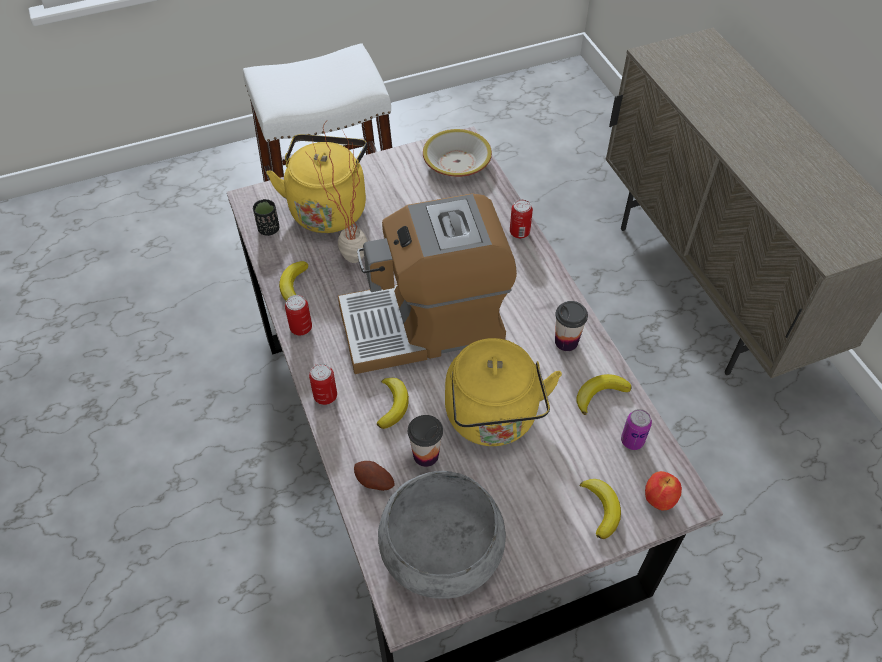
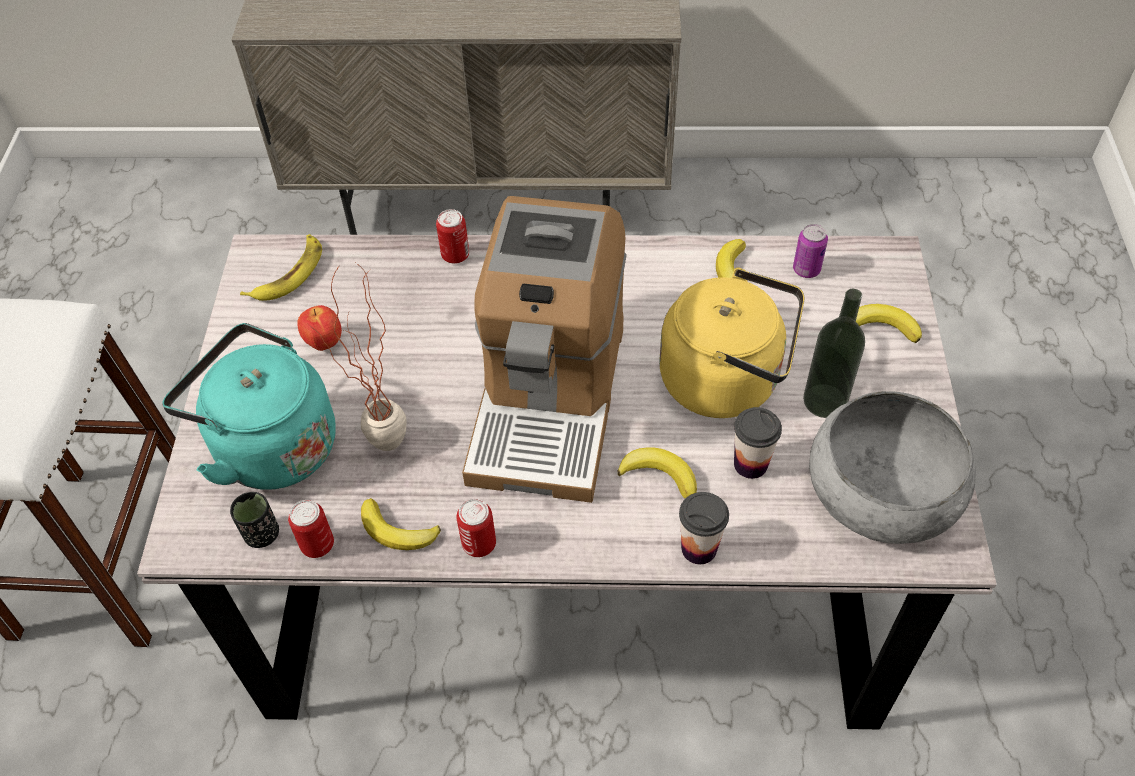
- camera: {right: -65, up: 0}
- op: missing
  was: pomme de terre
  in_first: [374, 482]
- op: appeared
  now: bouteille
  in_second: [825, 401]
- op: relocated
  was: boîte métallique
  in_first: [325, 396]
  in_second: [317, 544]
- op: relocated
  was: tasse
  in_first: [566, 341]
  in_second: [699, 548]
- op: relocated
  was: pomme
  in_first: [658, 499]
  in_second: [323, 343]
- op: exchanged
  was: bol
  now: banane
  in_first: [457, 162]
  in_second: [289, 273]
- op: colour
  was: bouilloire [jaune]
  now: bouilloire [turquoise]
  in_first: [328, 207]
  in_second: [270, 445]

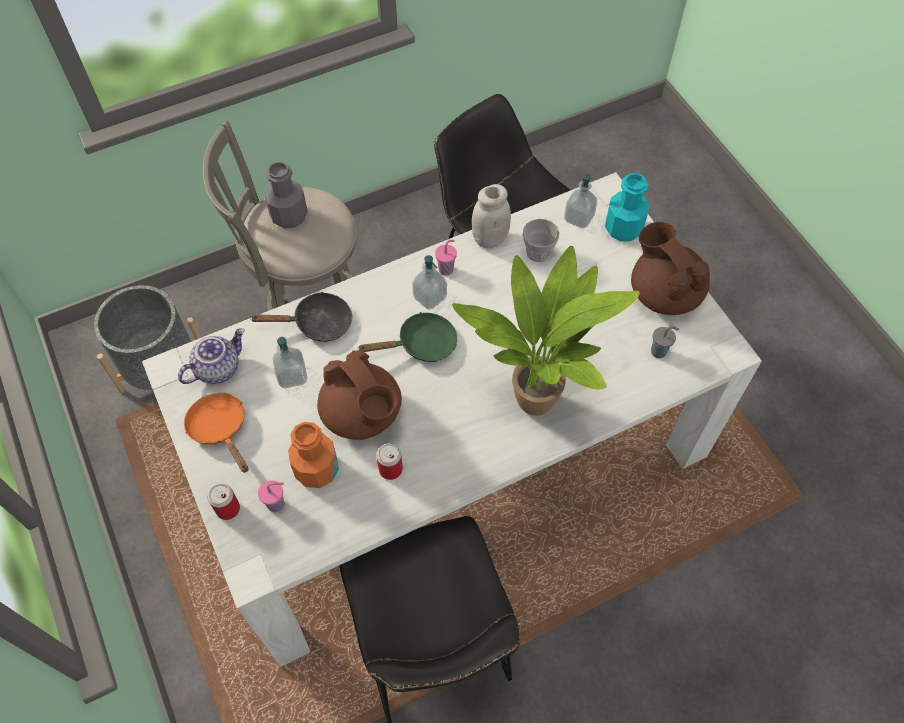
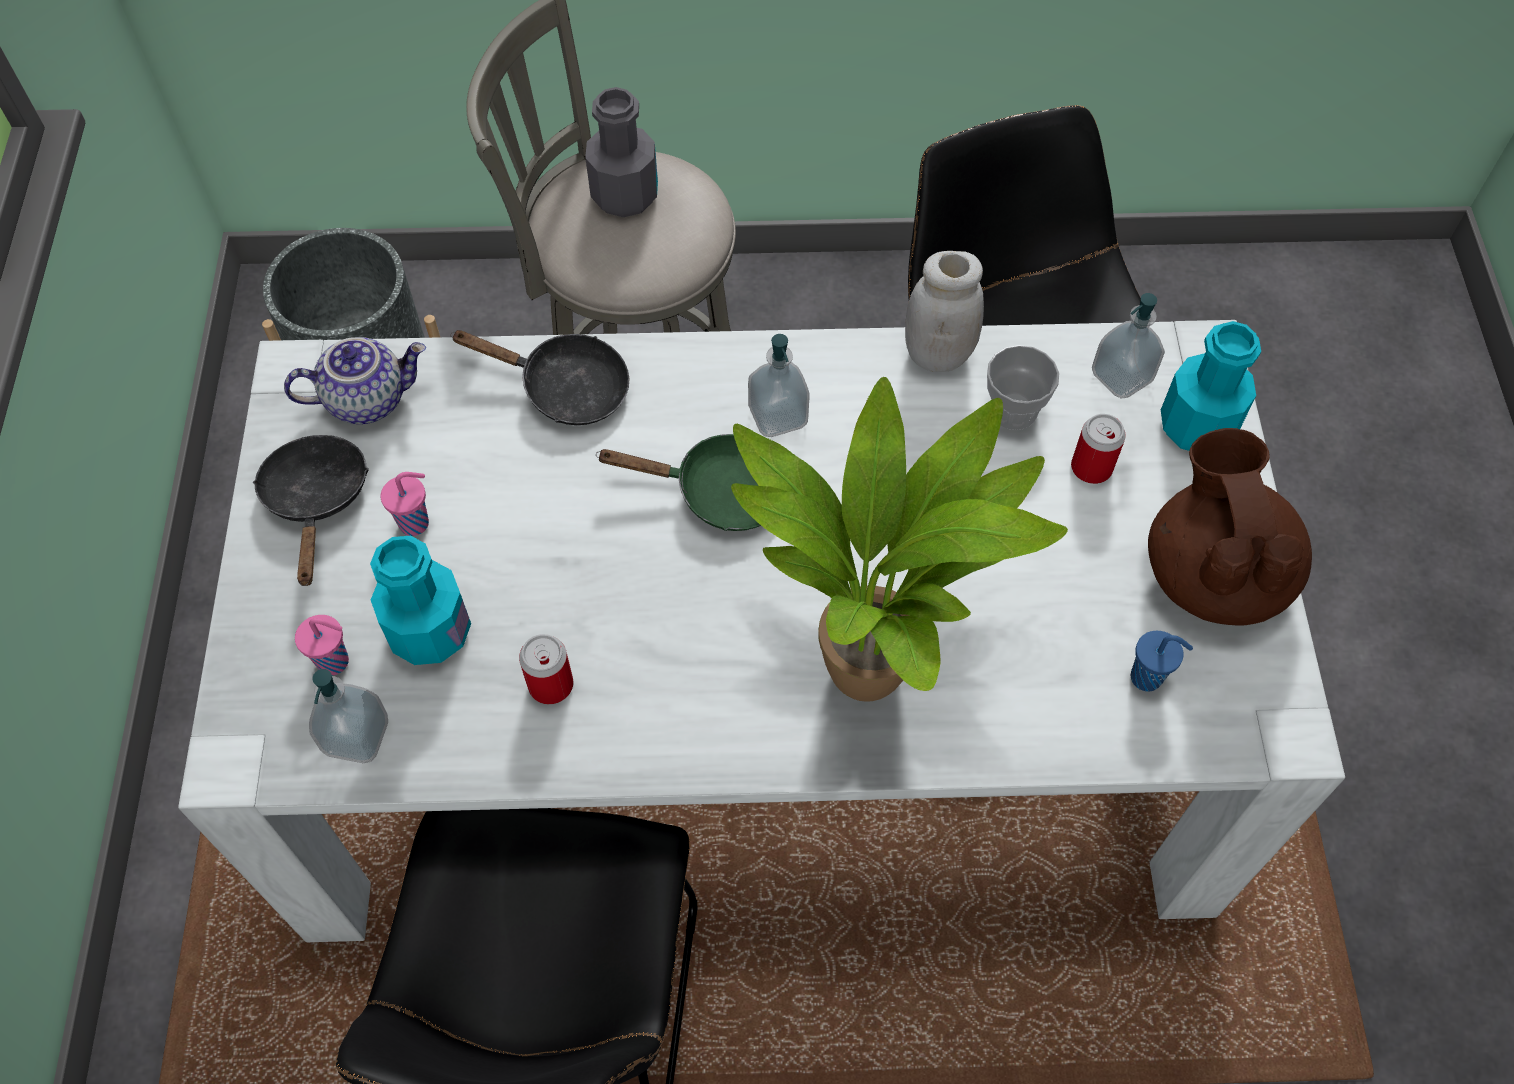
- camera: {right: 25, up: 0}
- op: missing
  was: théière [marron]
  in_first: [363, 415]
- op: relocated
  was: boîte métallique
  in_first: [228, 508]
  in_second: [1091, 467]
- op: relocated
  was: distributeur de savon
  in_first: [292, 376]
  in_second: [356, 736]
- op: relocated
  was: tasse [rose]
  in_first: [446, 269]
  in_second: [416, 523]
- op: colour
  was: poêle [orange]
  now: poêle [noir]
  in_first: [220, 429]
  in_second: [317, 500]
- op: colour
  was: bouteille [orange]
  now: bouteille [turquoise]
  in_first: [316, 469]
  in_second: [430, 632]
- op: colour
  was: tasse [gris]
  now: tasse [bleu]
  in_first: [659, 351]
  in_second: [1148, 678]

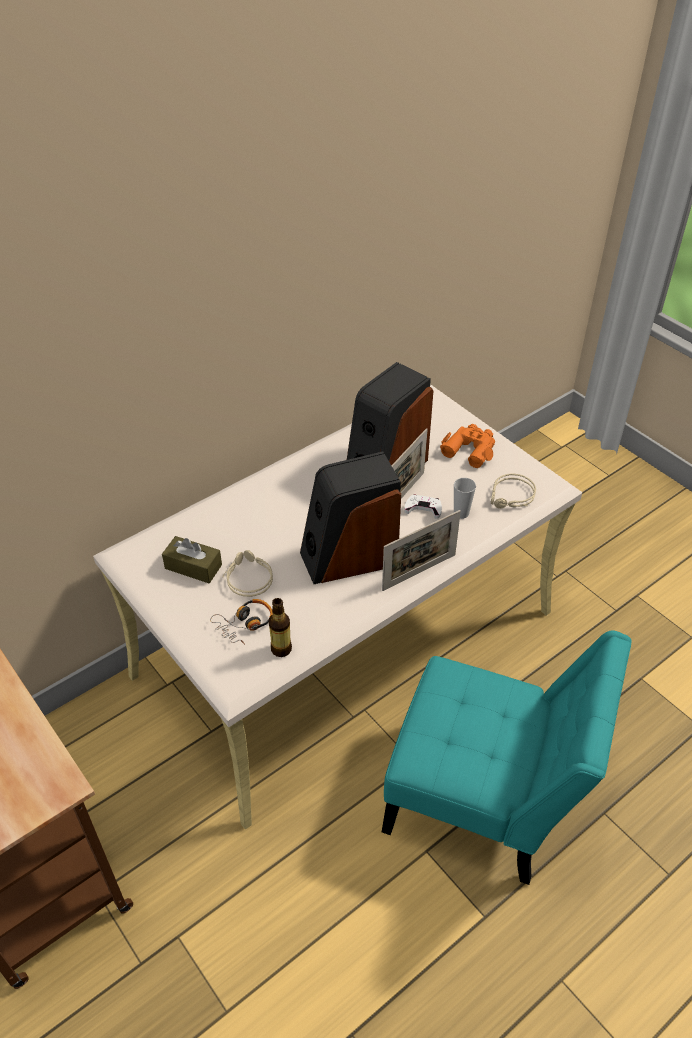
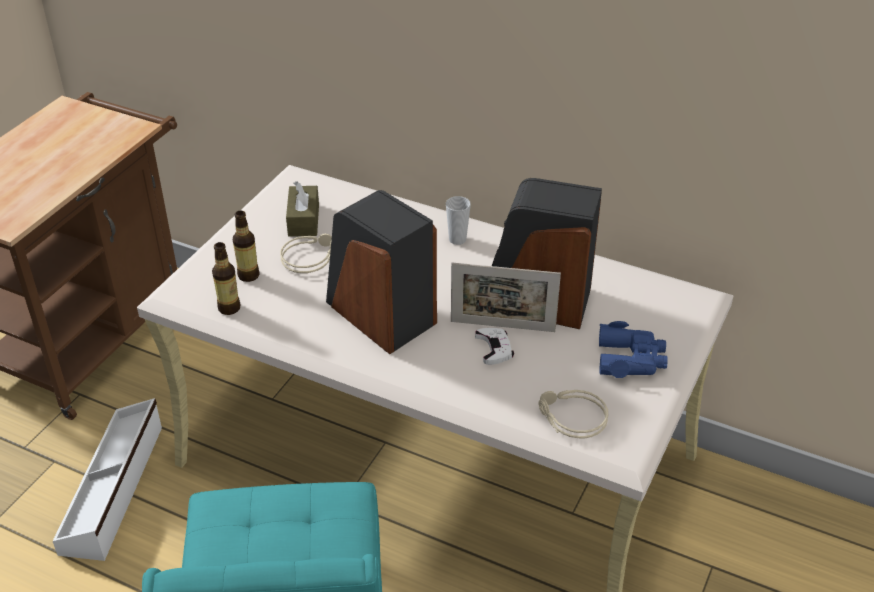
- camera: {right: 65, up: -5}
- op: missing
  was: cadre photo
  in_first: [419, 572]
- op: appeared
  now: boîte de rangement [blanc]
  in_second: [115, 488]
- op: relocated
  was: tasse
  in_first: [461, 513]
  in_second: [457, 239]
- op: exchanged
  was: casque audio
  now: bouteille
  in_first: [245, 624]
  in_second: [248, 275]
- op: colour
  was: jumelles [orange]
  now: jumelles [bleu]
  in_first: [470, 449]
  in_second: [630, 359]

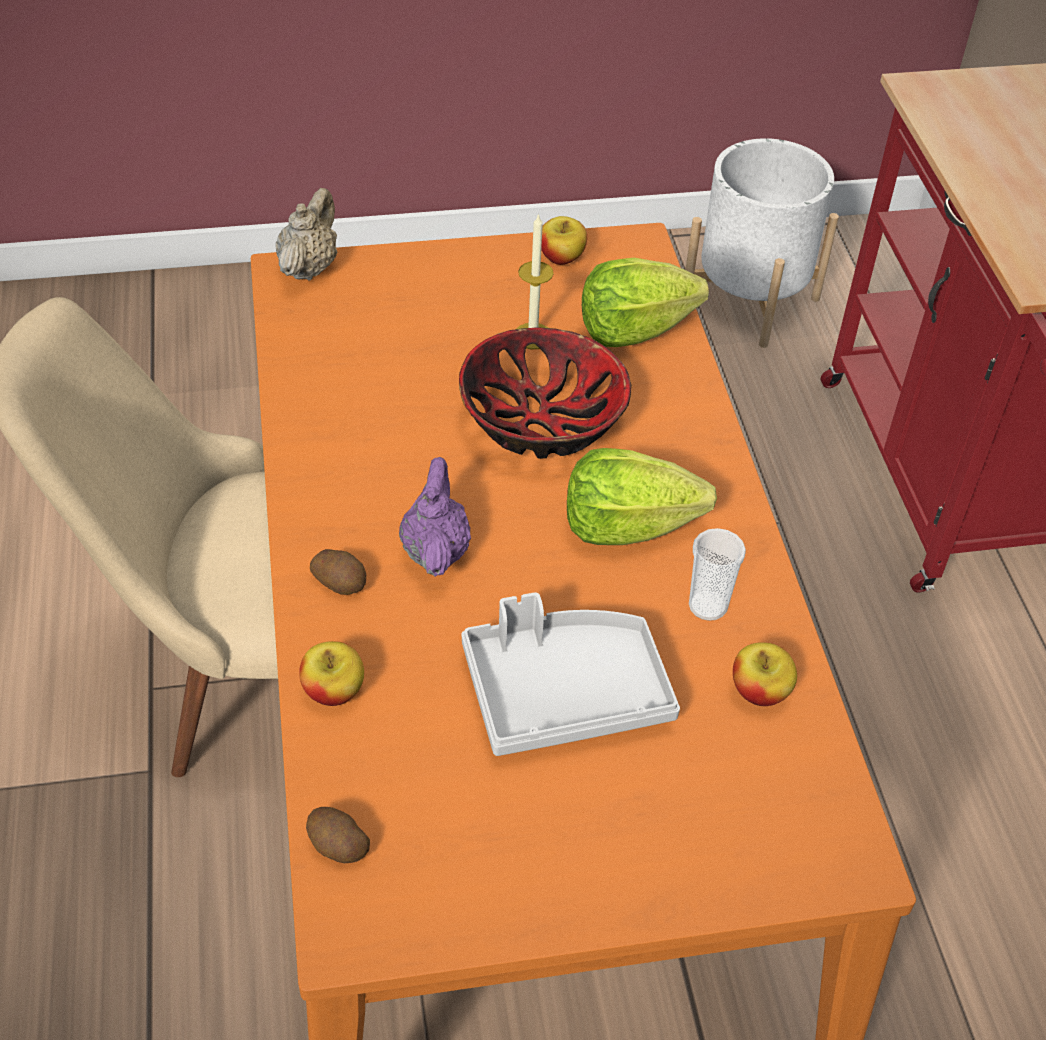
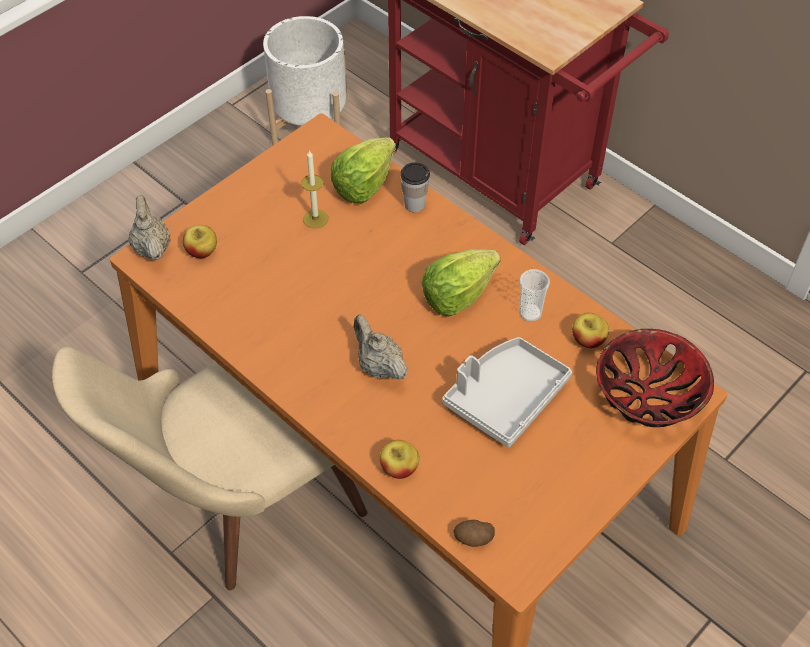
- camera: {right: -35, up: 5}
- op: missing
  was: pomme de terre
  in_first: [340, 582]
- op: appeared
  now: tasse
  in_second: [414, 204]
- op: relocated
  was: bol
  in_first: [543, 421]
  in_second: [648, 394]
- op: relocated
  was: pomme
  in_first: [561, 257]
  in_second: [202, 251]
- op: colour
  was: théière [violet]
  now: théière [beige]
  in_first: [435, 550]
  in_second: [378, 366]

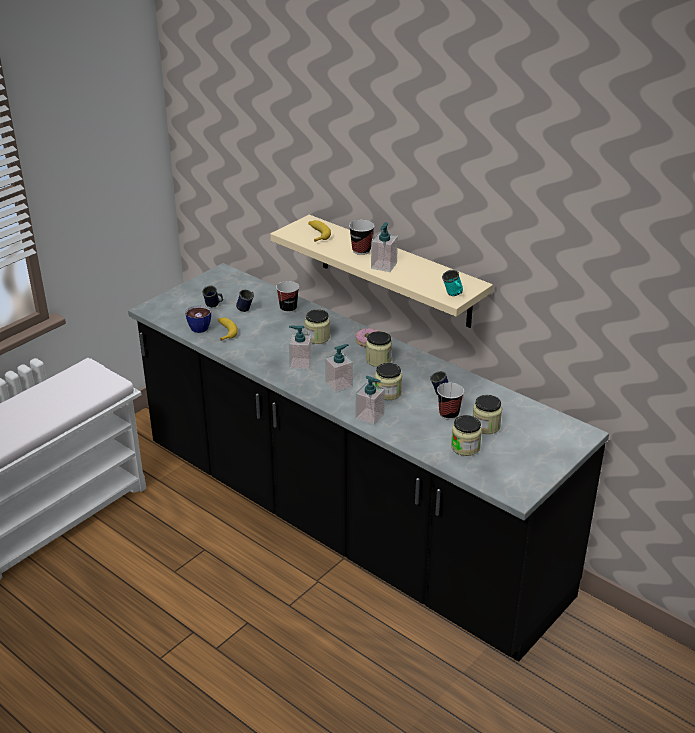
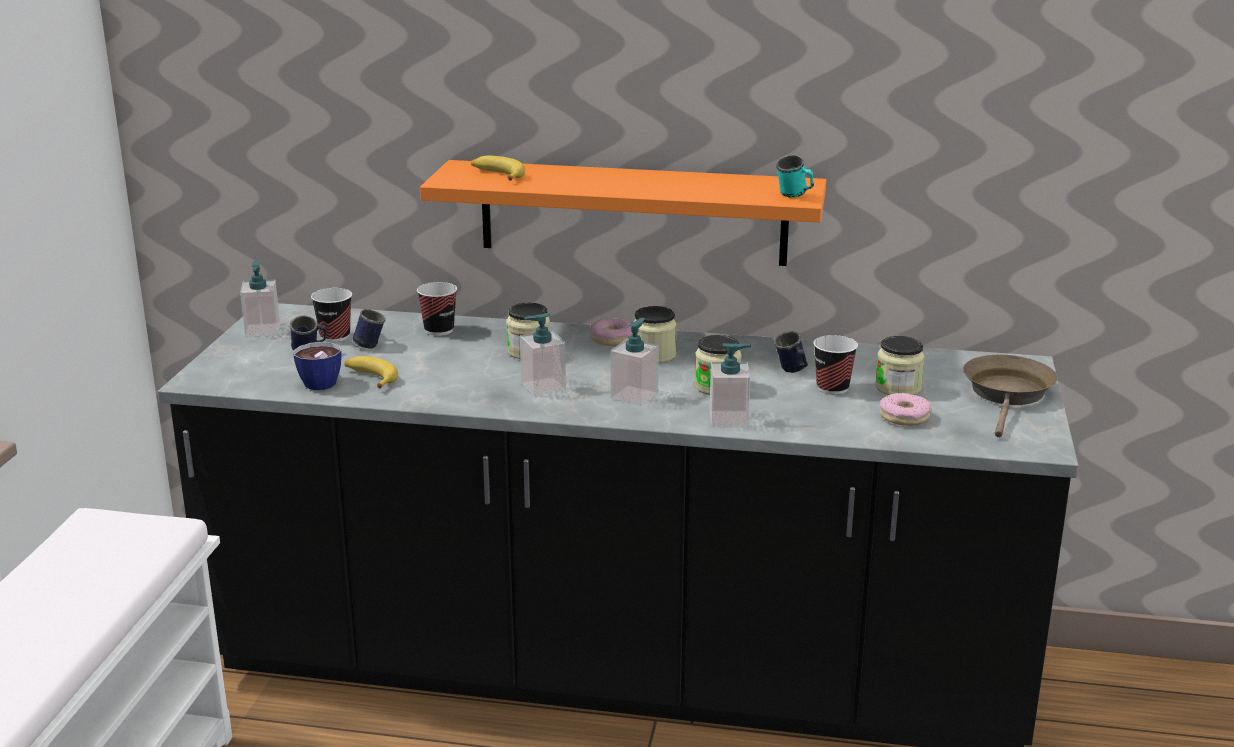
- camera: {right: -30, up: -10}
- op: appeared
  now: poêle [marron]
  in_second: [1008, 395]
- op: relocated
  was: tasse
  in_first: [361, 250]
  in_second: [335, 336]
- op: relocated
  was: distributeur de savon
  in_first: [383, 266]
  in_second: [262, 330]
- op: exchanged
  was: bocal
  now: beignet
  in_first: [465, 447]
  in_second: [904, 417]
- op: colour
  was: étagère [beige]
  now: étagère [orange]
  in_first: [394, 271]
  in_second: [633, 212]

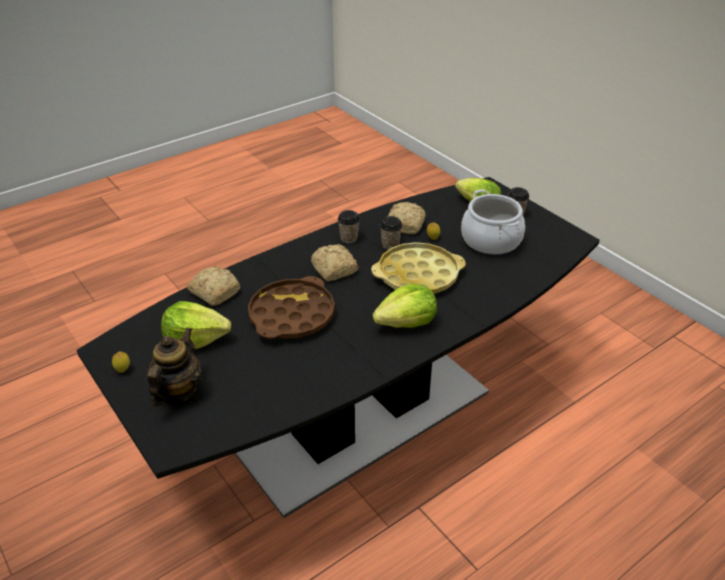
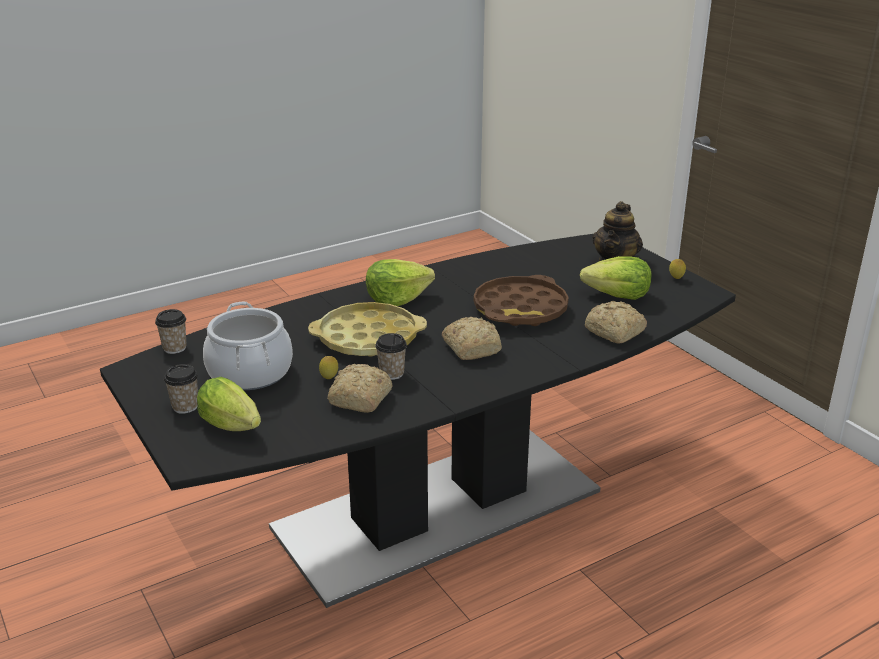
- camera: {right: -175, up: -10}
- op: relocated
  was: tasse
  in_first: [349, 238]
  in_second: [174, 348]

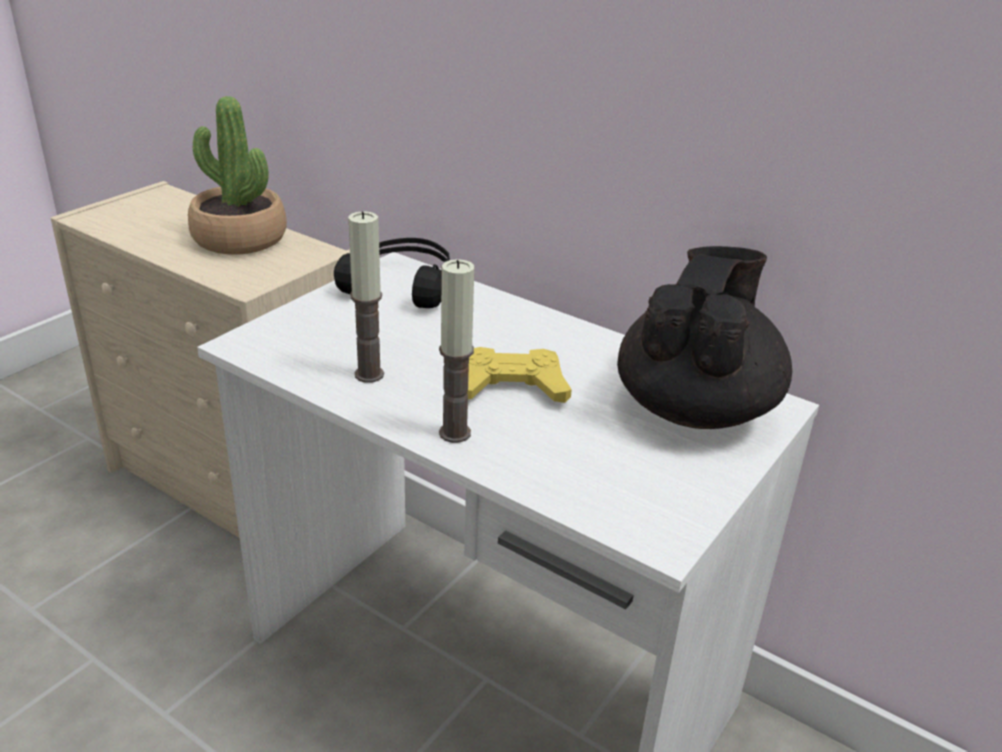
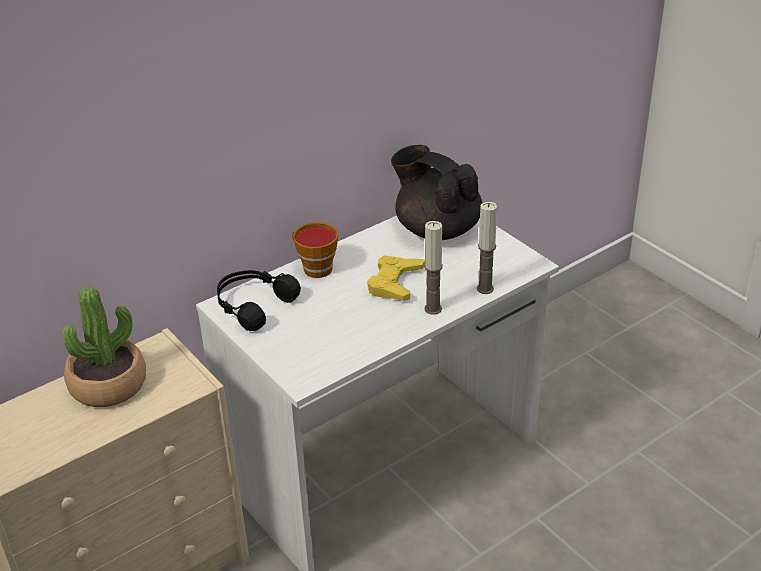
- camera: {right: -70, up: 5}
- op: appeared
  now: tasse
  in_second: [314, 268]
- op: relocated
  was: bougie
  in_first: [369, 374]
  in_second: [485, 288]

